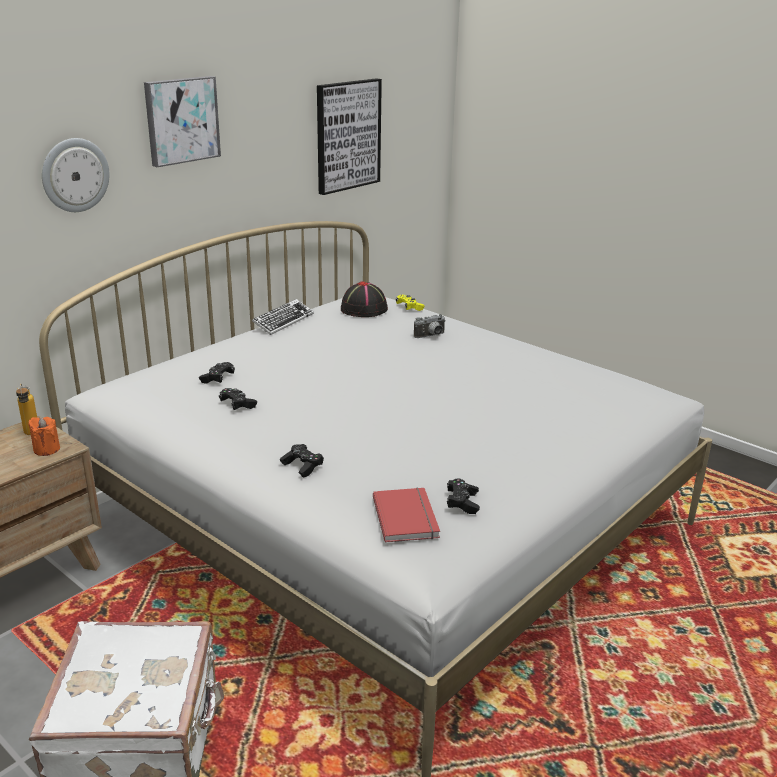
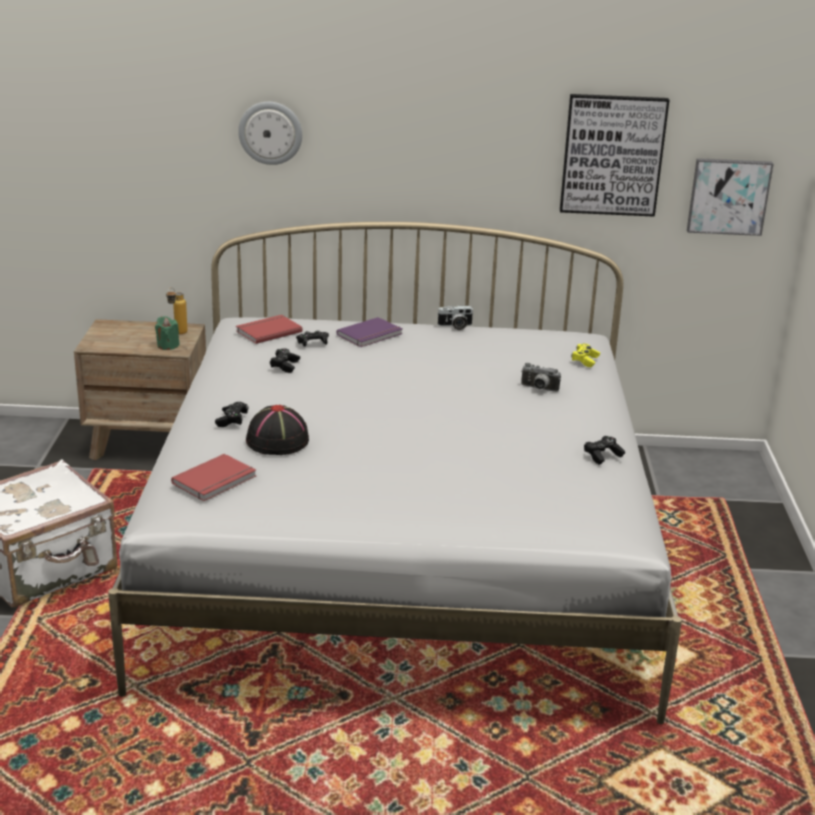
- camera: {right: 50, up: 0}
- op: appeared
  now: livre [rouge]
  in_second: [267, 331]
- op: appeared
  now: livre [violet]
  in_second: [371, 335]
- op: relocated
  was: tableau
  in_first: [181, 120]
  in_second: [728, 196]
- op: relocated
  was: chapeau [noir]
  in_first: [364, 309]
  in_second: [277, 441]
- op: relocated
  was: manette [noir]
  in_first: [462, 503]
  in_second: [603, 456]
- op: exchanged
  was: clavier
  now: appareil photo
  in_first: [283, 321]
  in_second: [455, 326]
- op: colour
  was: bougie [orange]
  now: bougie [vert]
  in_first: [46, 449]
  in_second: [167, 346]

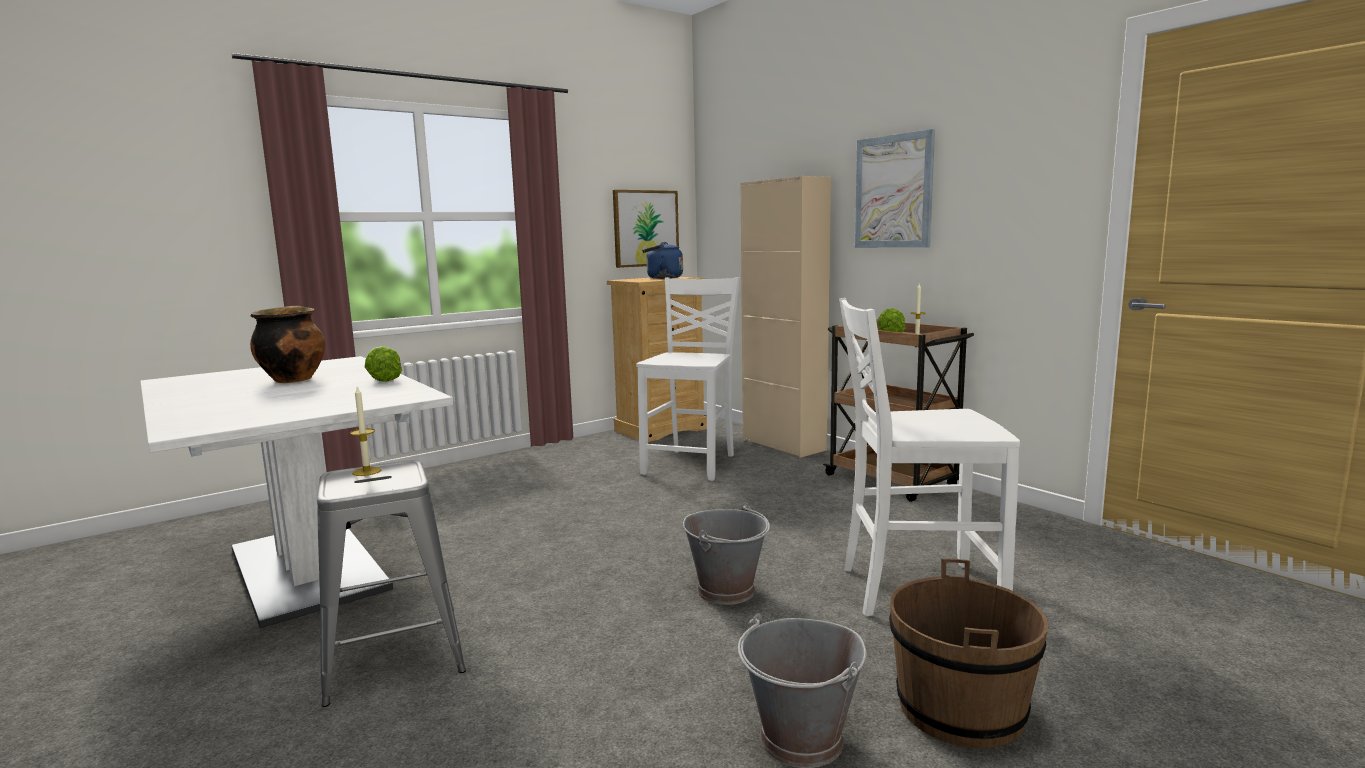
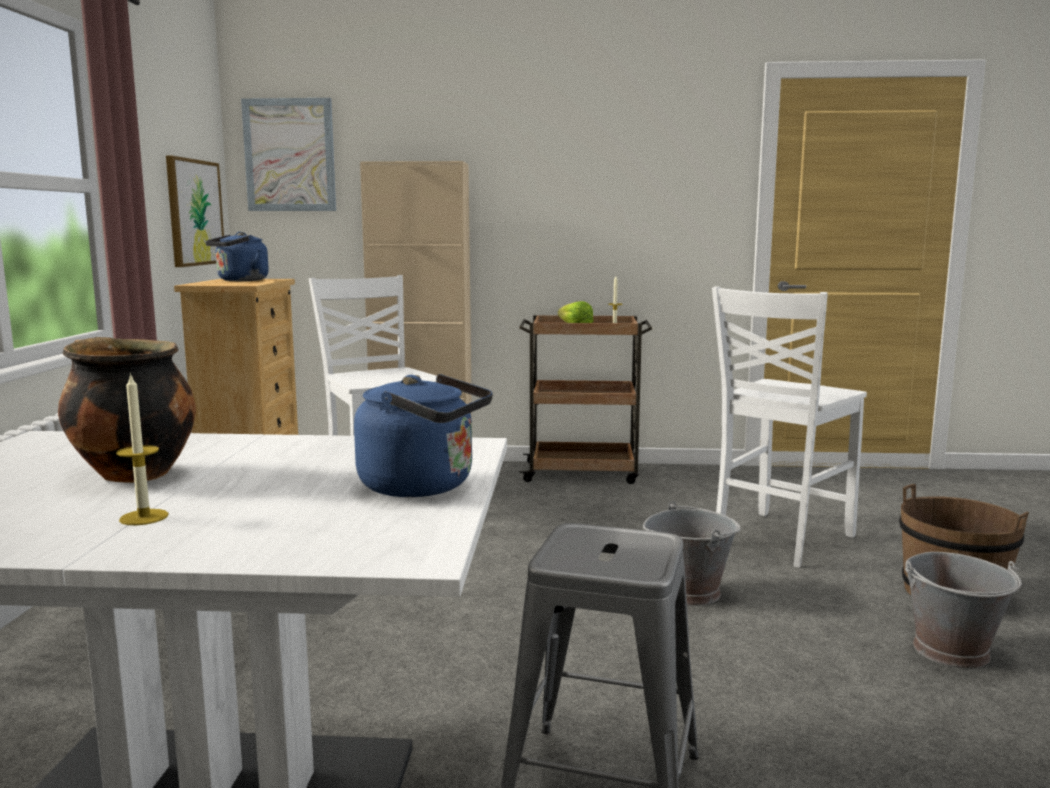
- camera: {right: -50, up: 0}
- op: missing
  was: laitue
  in_first: [383, 378]
- op: appeared
  now: bouilloire [bleu]
  in_second: [424, 486]
- op: relocated
  was: bougie
  in_first: [367, 471]
  in_second: [144, 517]
- op: relocated
  was: tableau
  in_first: [893, 192]
  in_second: [289, 155]

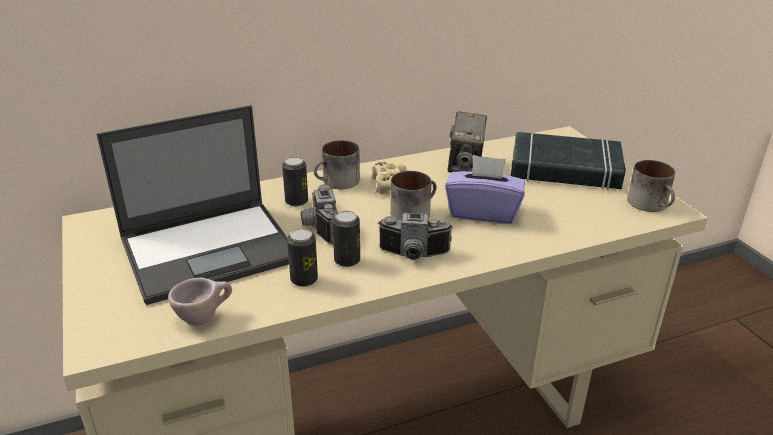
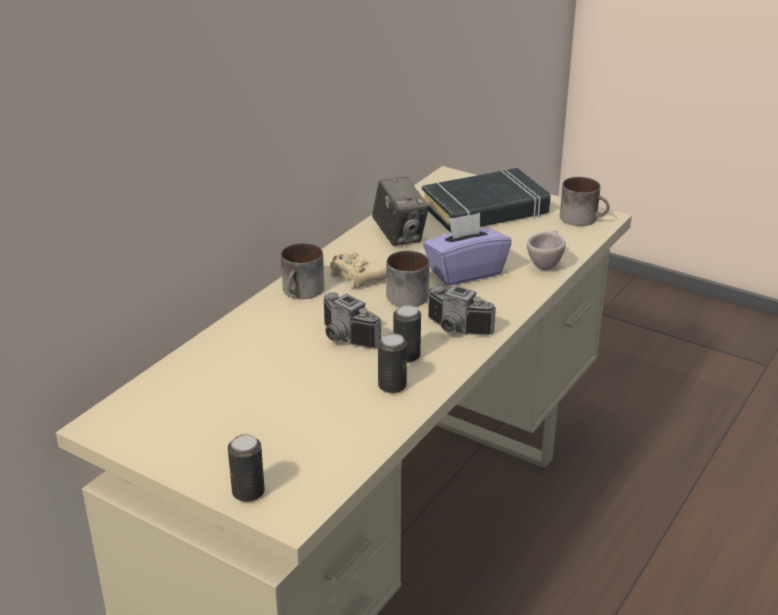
- camera: {right: -35, up: 0}
- op: missing
  was: ordinateur portable
  in_first: [211, 249]
- op: relocated
  was: tasse [beige]
  in_first: [204, 317]
  in_second: [545, 264]
- op: relocated
  was: boîte métallique
  in_first: [296, 201]
  in_second: [248, 492]
- op: spun
  was: appareil photo
  in_first: [413, 255]
  in_second: [455, 330]
  clockwise: 60

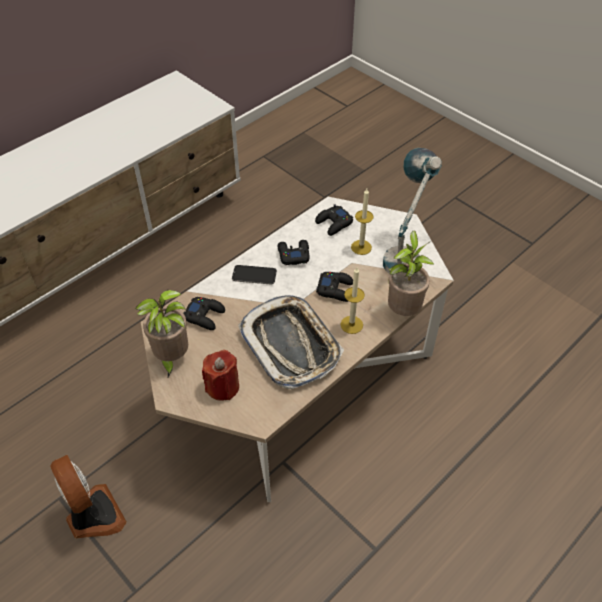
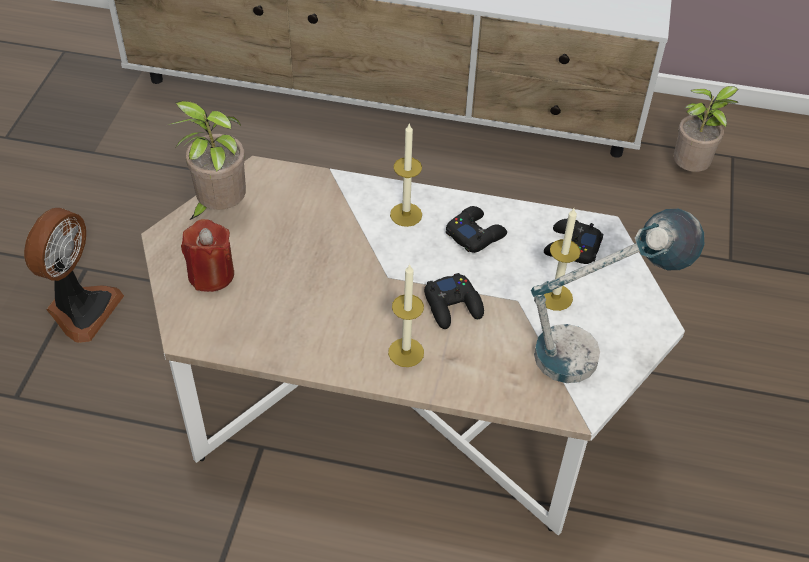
- camera: {right: 55, up: 0}
- op: missing
  was: manette [noir]
  in_first: [205, 316]
- op: missing
  was: plateau
  in_first: [291, 345]
- op: relocated
  was: plante en pot
  in_first: [403, 310]
  in_second: [691, 170]
- op: exchanged
  was: téléphone
  now: bougie
  in_first: [254, 275]
  in_second: [406, 214]

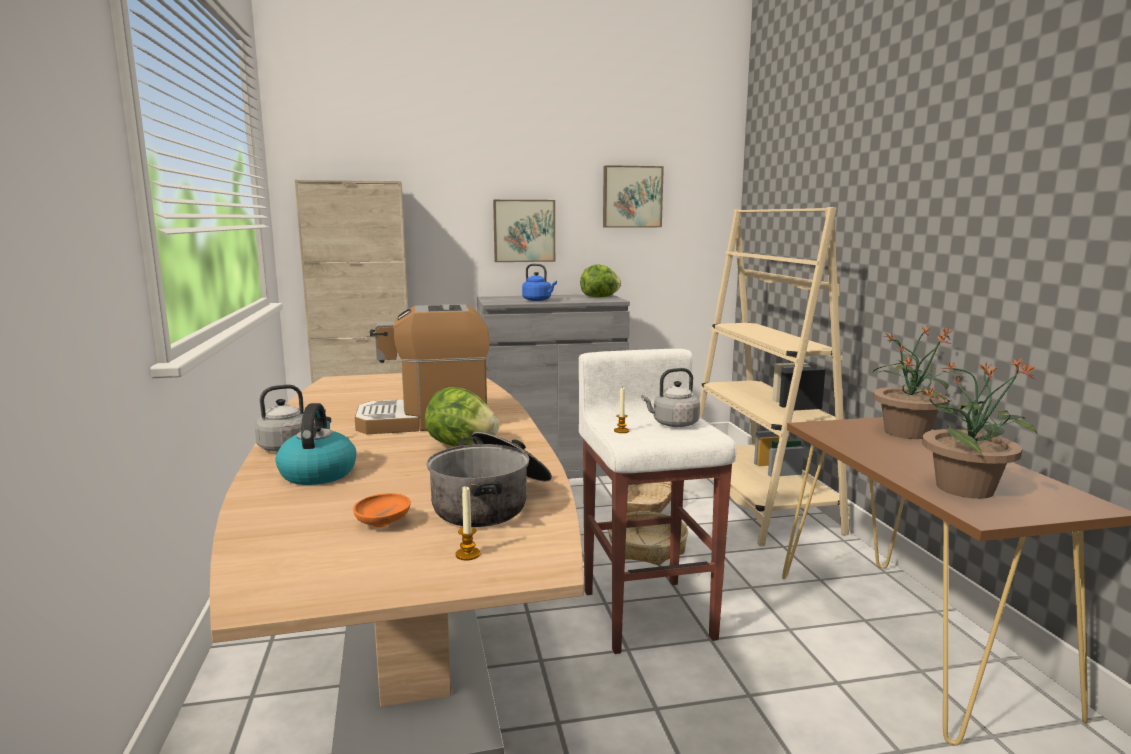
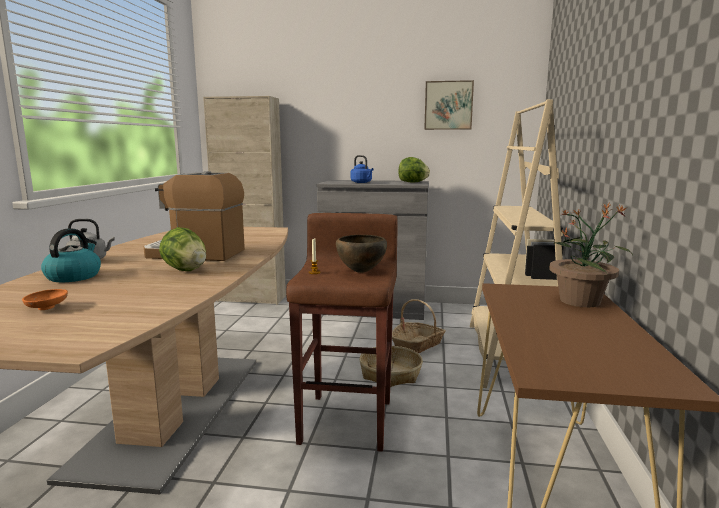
- camera: {right: 20, up: 0}
- op: missing
  was: marmite
  in_first: [492, 502]
- op: missing
  was: bougie
  in_first: [468, 554]
- op: missing
  was: tableau
  in_first: [524, 231]
- op: missing
  was: plante en pot
  in_first: [966, 488]
- op: exchanged
  was: bouilloire [gris]
  now: bol [marron]
  in_first: [673, 424]
  in_second: [360, 272]
- op: colour
  was: tabouret [blanc]
  now: tabouret [marron]
  in_first: [648, 612]
  in_second: [348, 420]

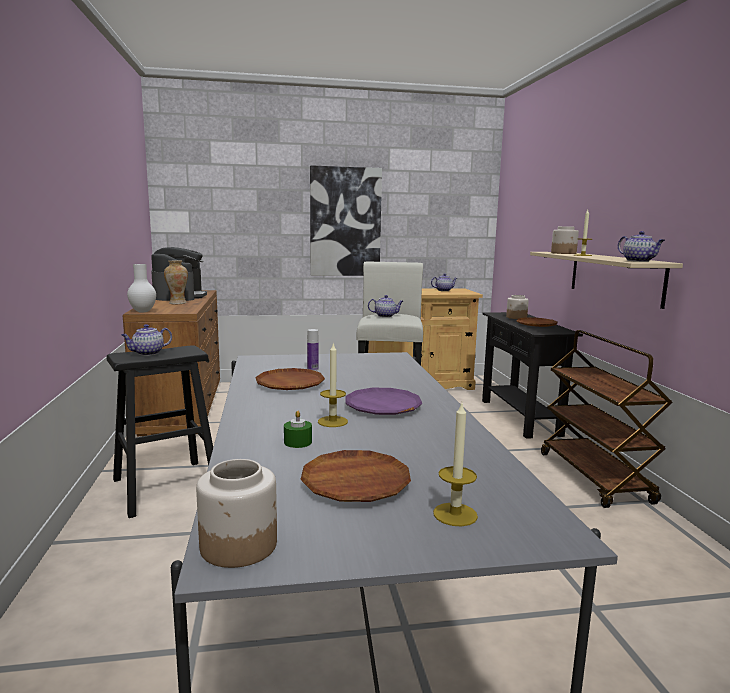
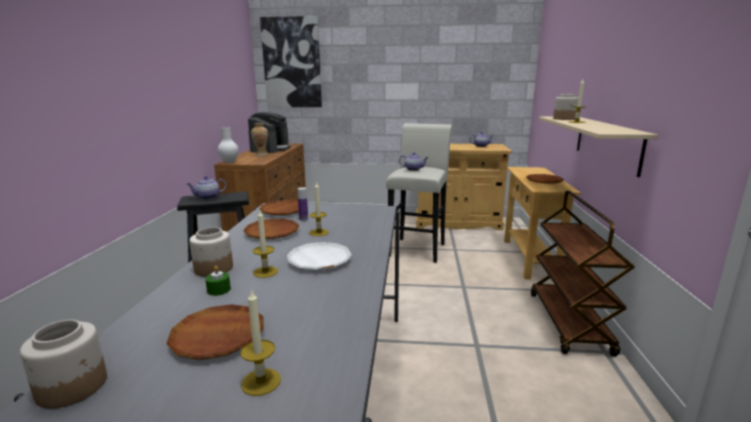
- camera: {right: 15, up: 5}
- op: missing
  was: théière
  in_first: [639, 261]
- op: appeared
  now: assiette [marron]
  in_second: [283, 211]
- op: appeared
  now: bougie
  in_second: [319, 232]
- op: relocated
  was: tableau
  in_first: [345, 222]
  in_second: [292, 63]
- op: relocated
  was: bocal
  in_first: [516, 317]
  in_second: [213, 269]
- op: colour
  was: assiette [violet]
  now: assiette [blanc]
  in_first: [383, 407]
  in_second: [319, 260]
- op: colour
  was: table console [noir]
  now: table console [beige]
  in_first: [519, 417]
  in_second: [529, 258]

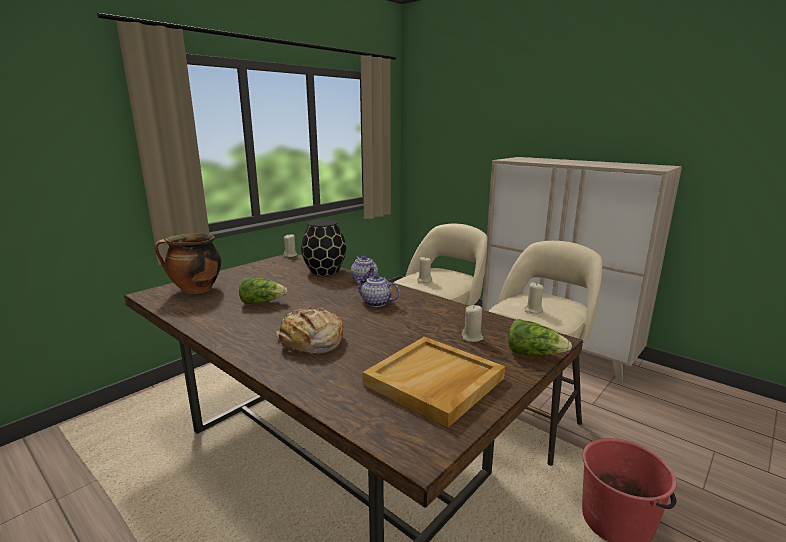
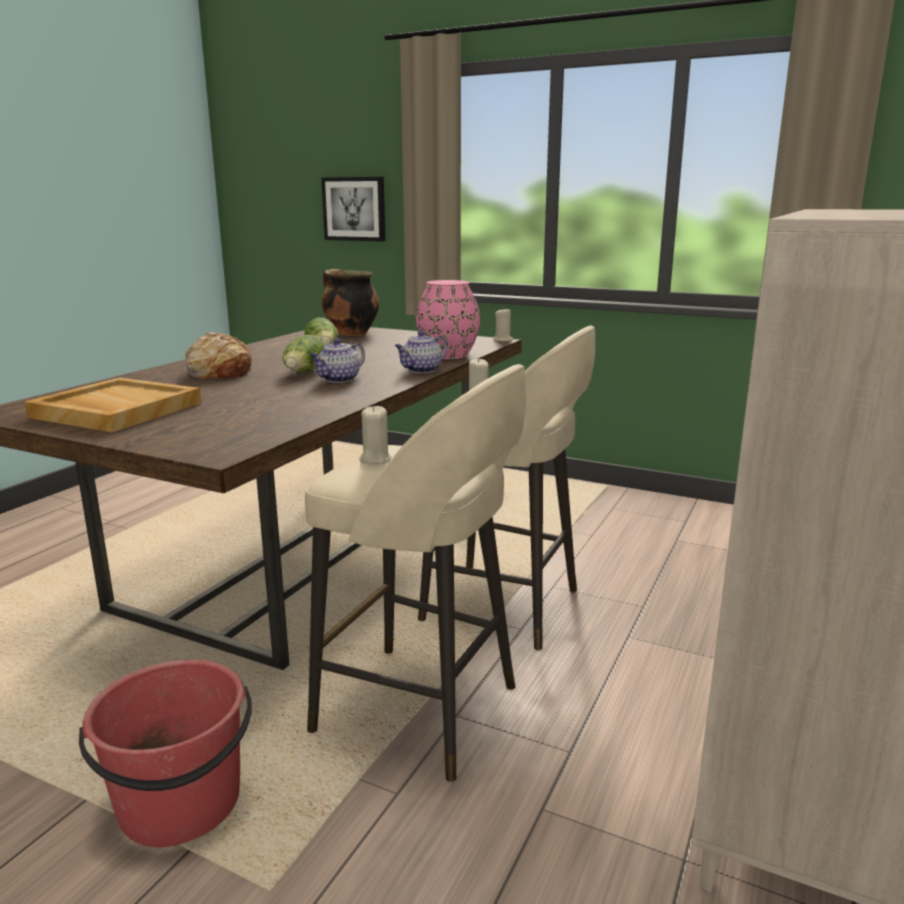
- camera: {right: 75, up: 0}
- op: missing
  was: bougie [beige]
  in_first: [472, 337]
- op: appeared
  now: tableau
  in_second: [354, 209]
- op: relocated
  was: laitue
  in_first: [534, 354]
  in_second: [304, 373]
- op: colour
  was: vase [noir]
  now: vase [rose]
  in_first: [324, 271]
  in_second: [448, 355]
- op: spun
  was: théière
  in_first: [375, 303]
  in_second: [339, 379]
  clockwise: -150

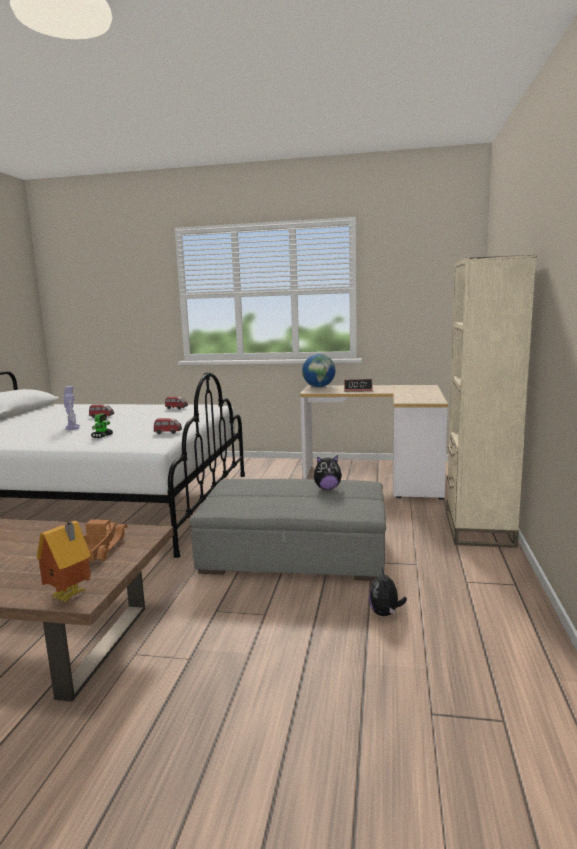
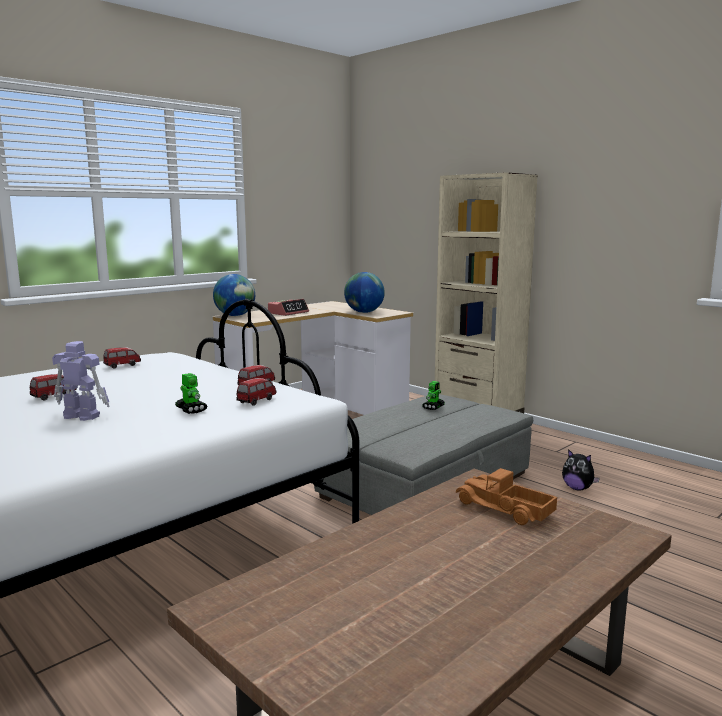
- camera: {right: -55, up: 0}
- op: missing
  was: maison miniature
  in_first: [70, 596]
- op: appeared
  now: petite voiture
  in_second: [256, 401]
- op: appeared
  now: globe
  in_second: [364, 312]
- op: exchanged
  was: peluche
  now: robot jouet
  in_first: [327, 488]
  in_second: [433, 407]

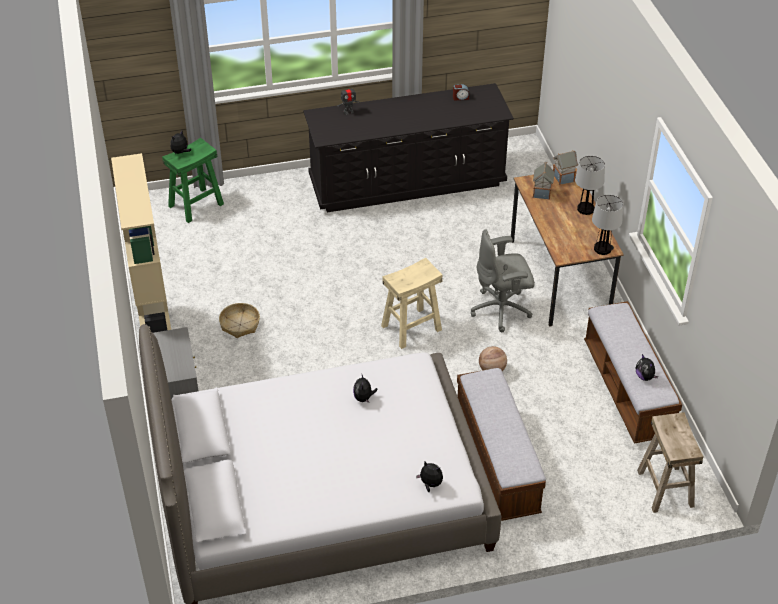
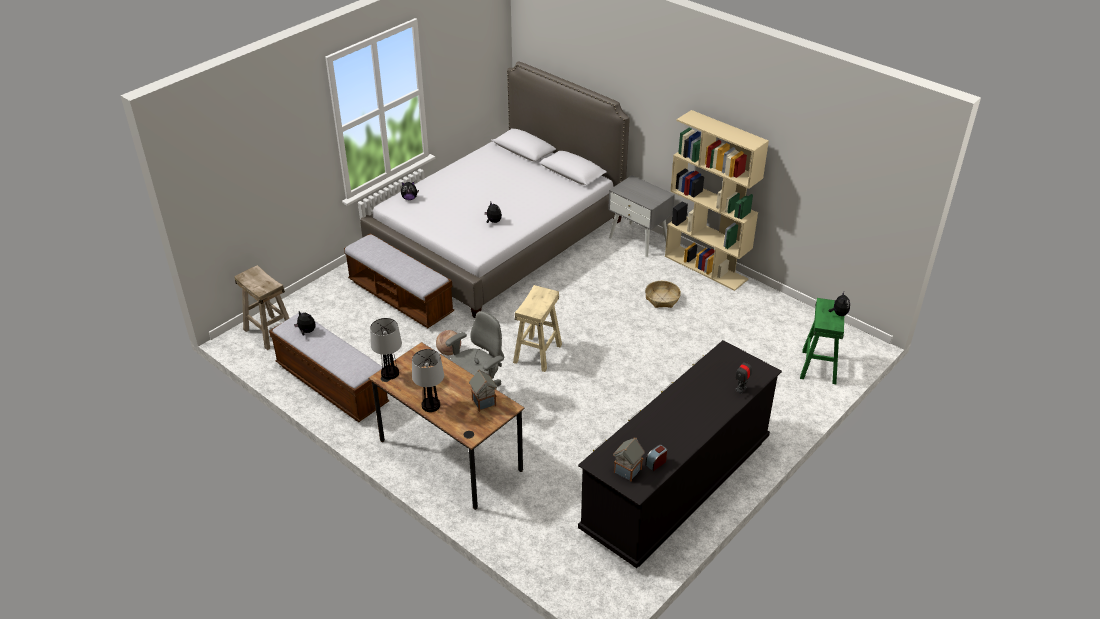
- camera: {right: 145, up: -5}
- op: relocated
  was: maison miniature
  in_first: [563, 178]
  in_second: [627, 471]

